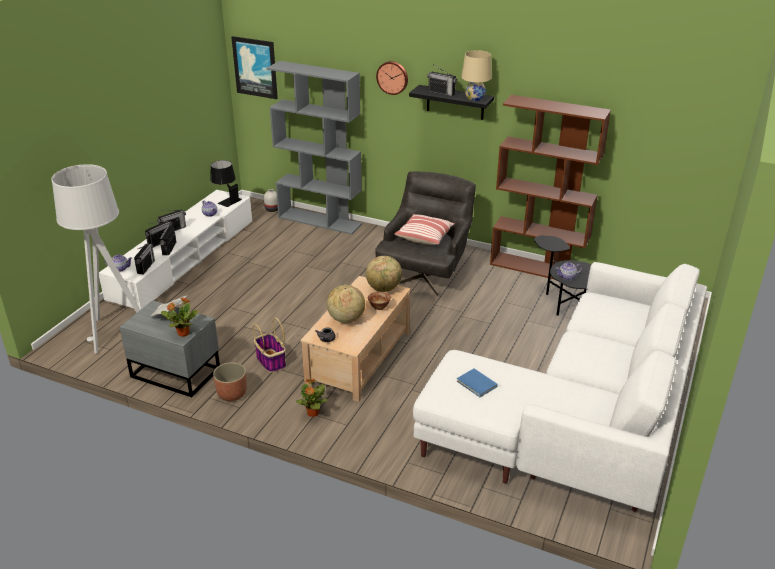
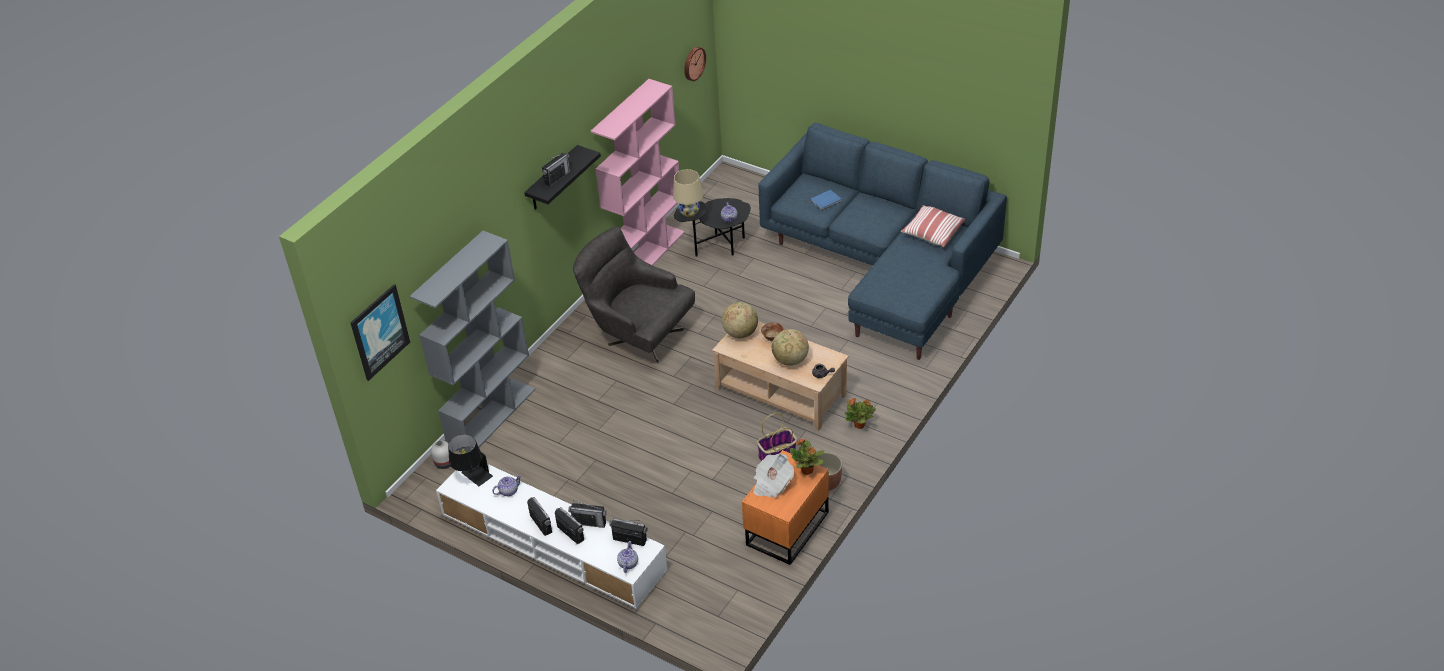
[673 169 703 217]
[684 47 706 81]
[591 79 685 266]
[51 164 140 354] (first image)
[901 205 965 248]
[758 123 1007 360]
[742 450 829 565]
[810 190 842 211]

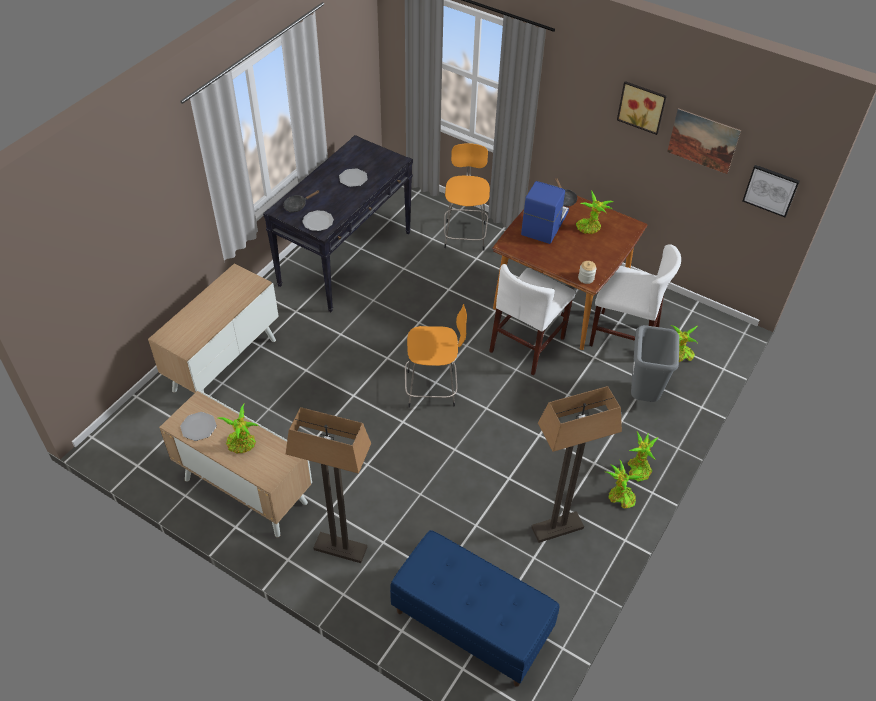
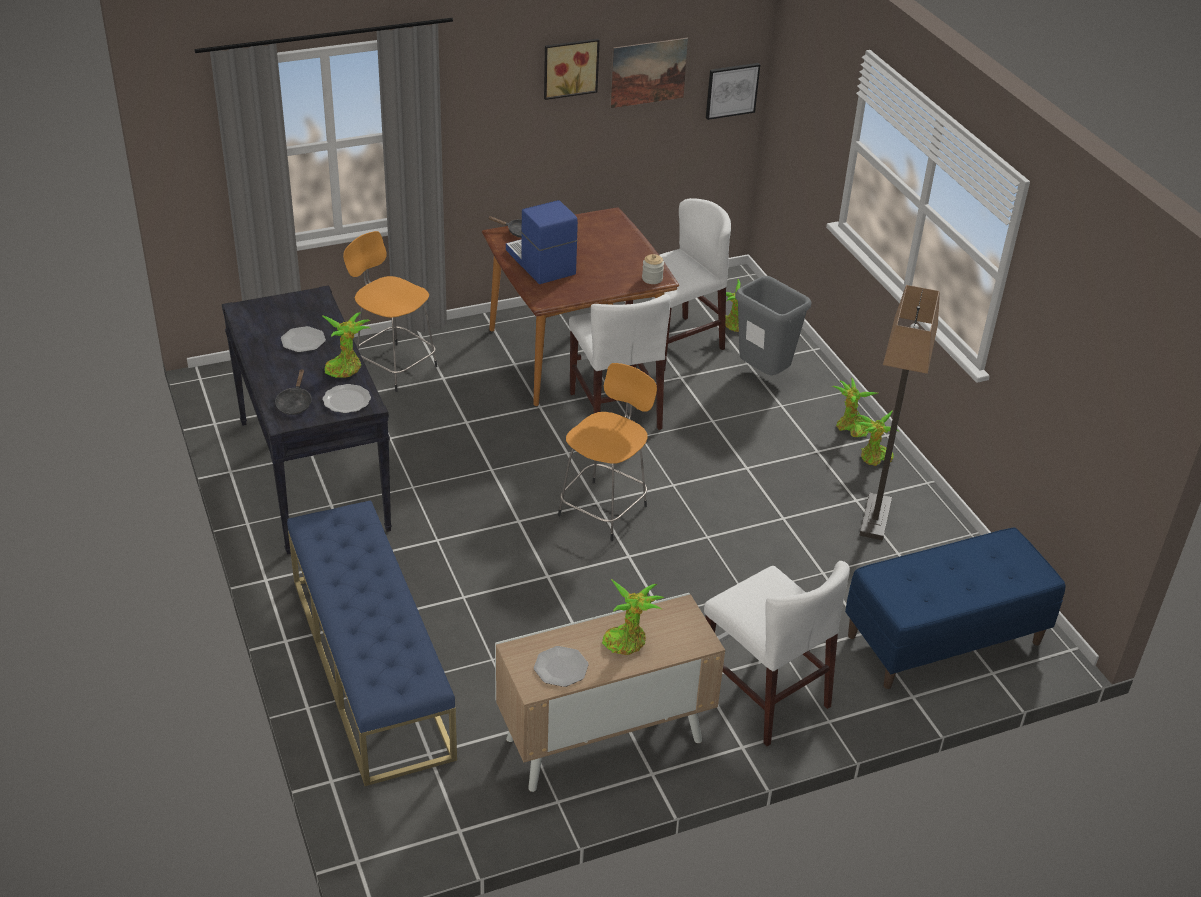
[321 312 372 378]
[287 500 457 786]
[704 561 850 746]

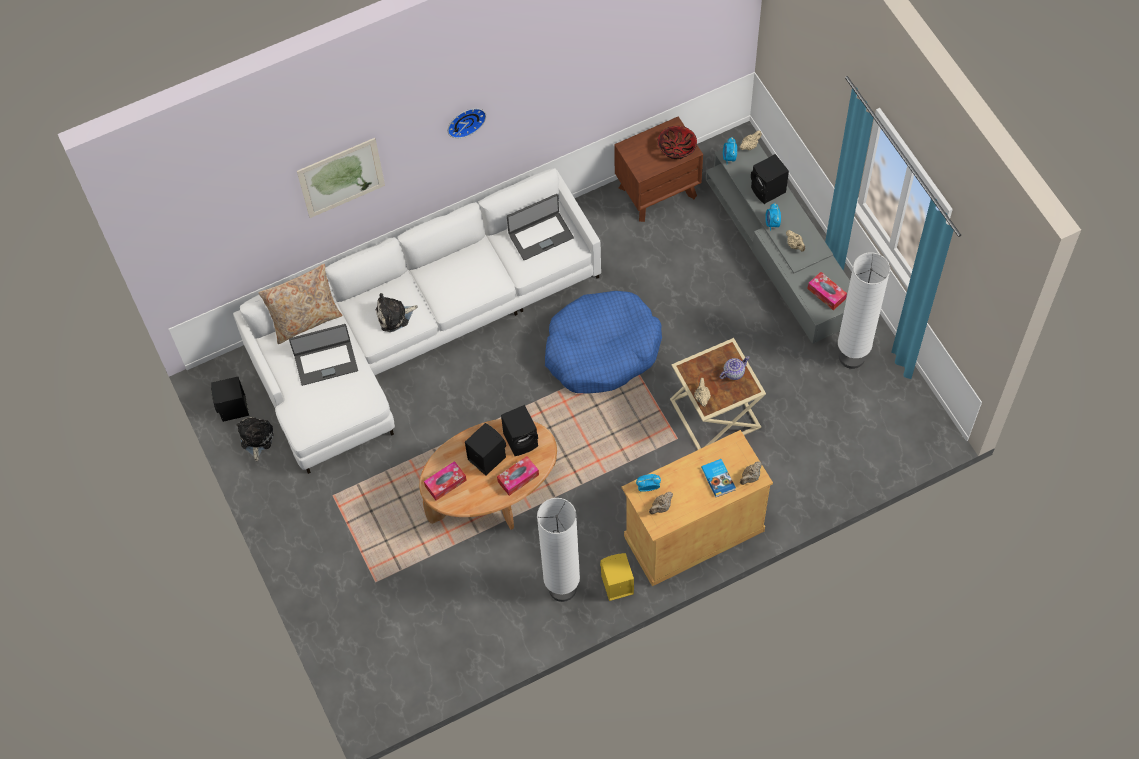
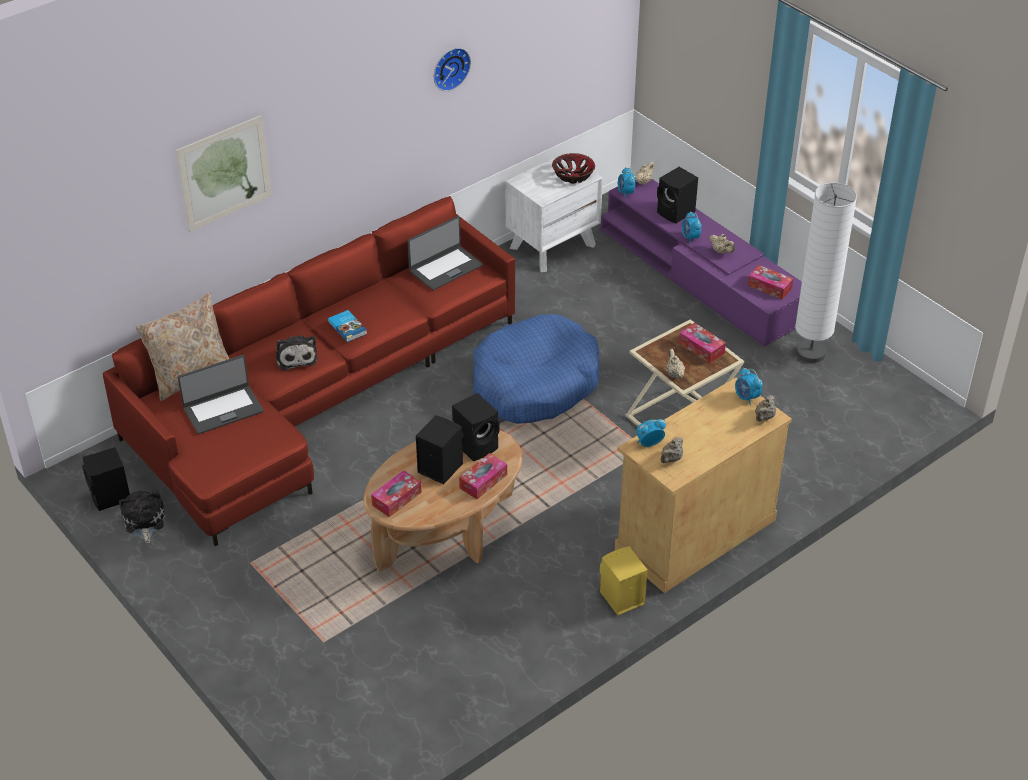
[434 48 471 91]
[505 152 603 272]
[601 179 802 347]
[103 196 515 546]
[276 336 318 371]
[679 323 726 363]
[328 310 367 342]
[537 498 580 602] (first image)
[735 367 763 405]

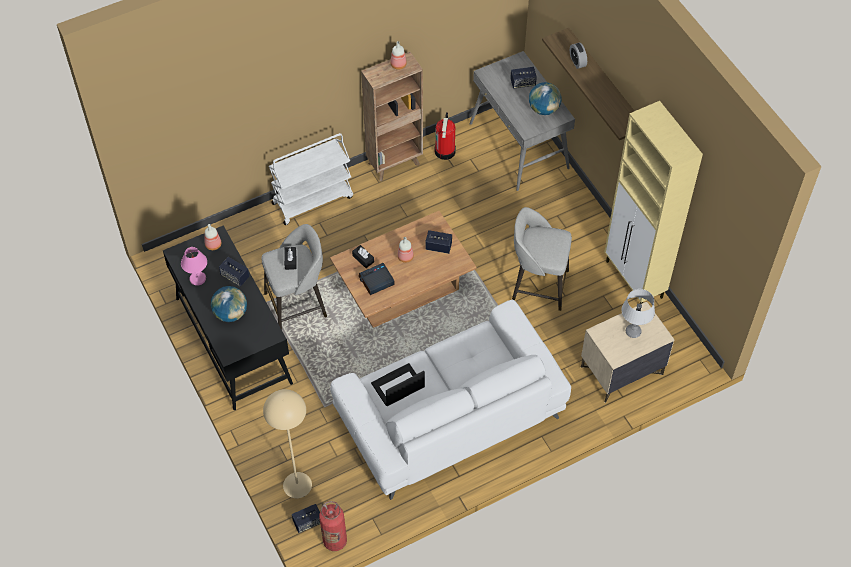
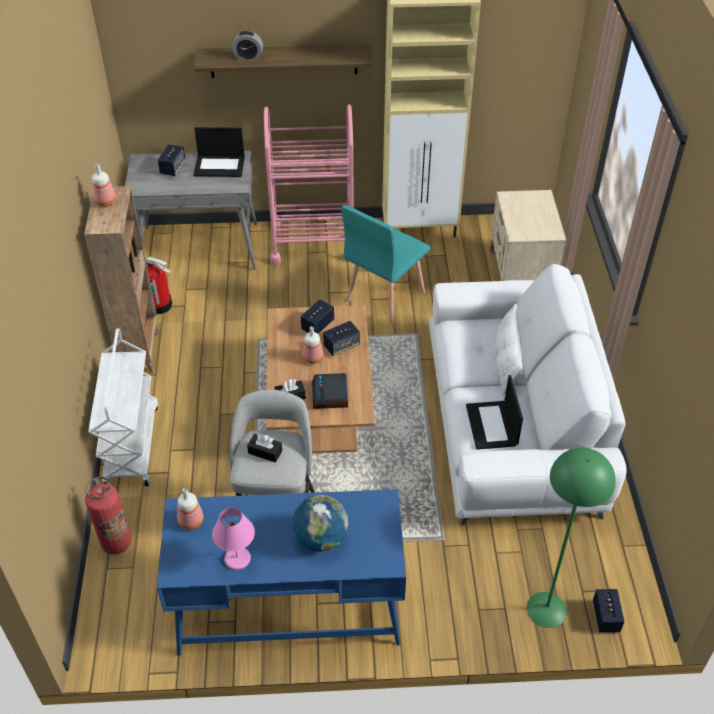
[194 127 245 177]
[341 205 431 324]
[157 489 406 656]
[323 321 360 356]
[622 289 655 338] (first image)
[526 447 616 628]
[85 477 132 555]
[264 104 353 265]
[494 304 523 396]

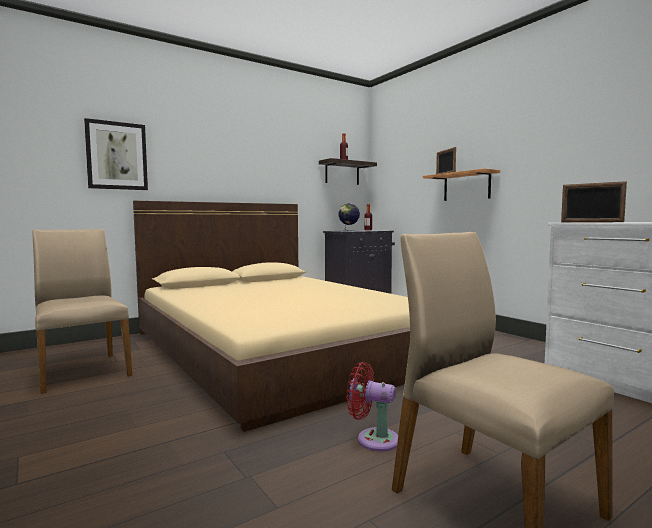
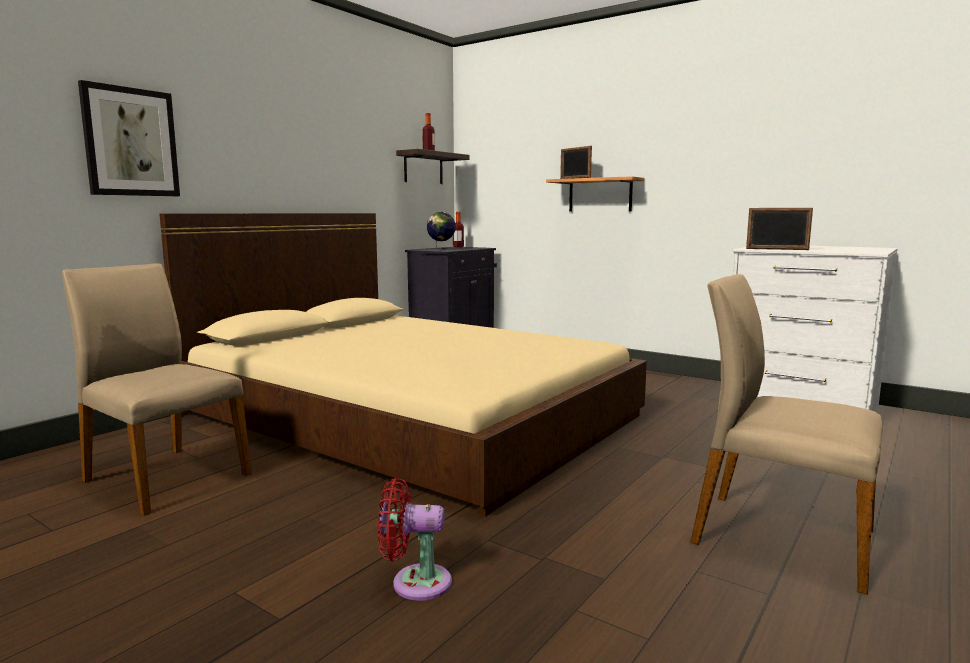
[378 478 452 601]

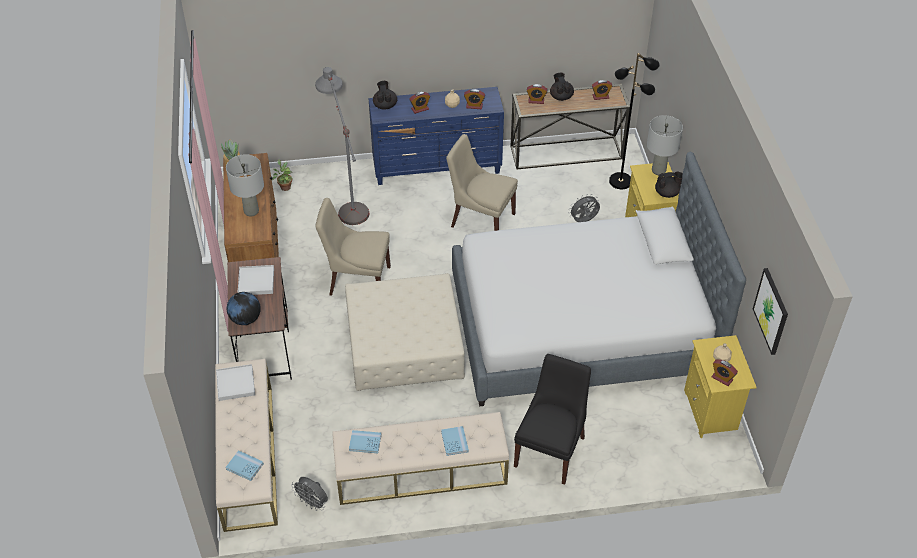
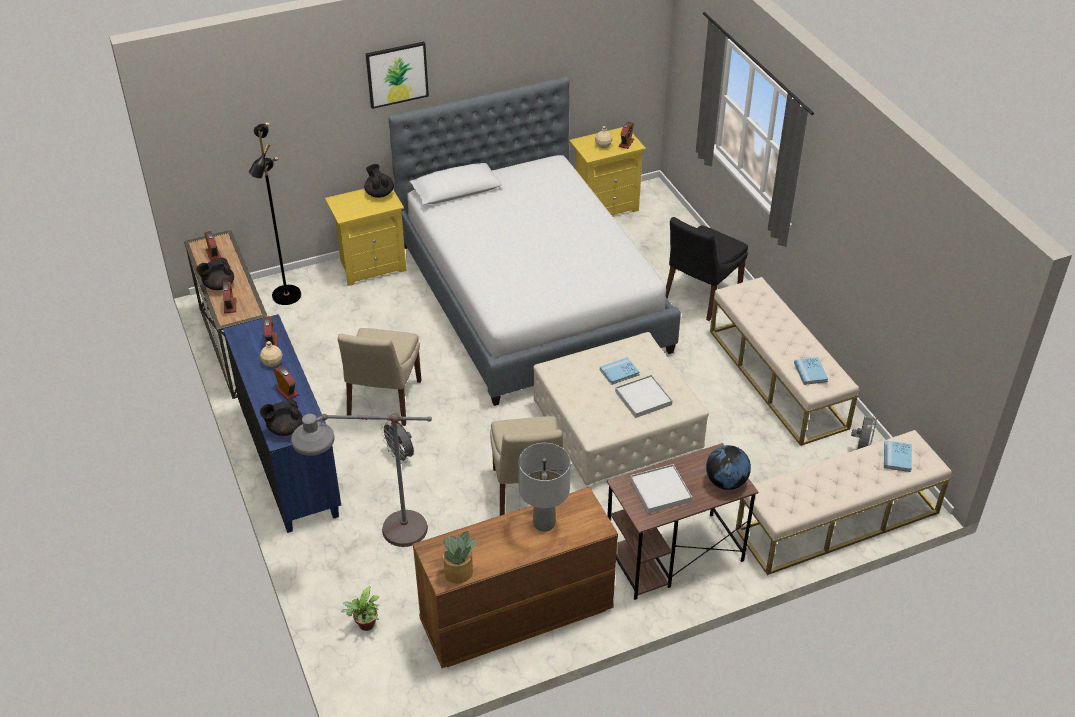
[647 115 683 175] (first image)
[380 422 414 463]
[366 41 429 109]
[665 217 748 321]
[615 375 672 418]
[600 357 640 385]

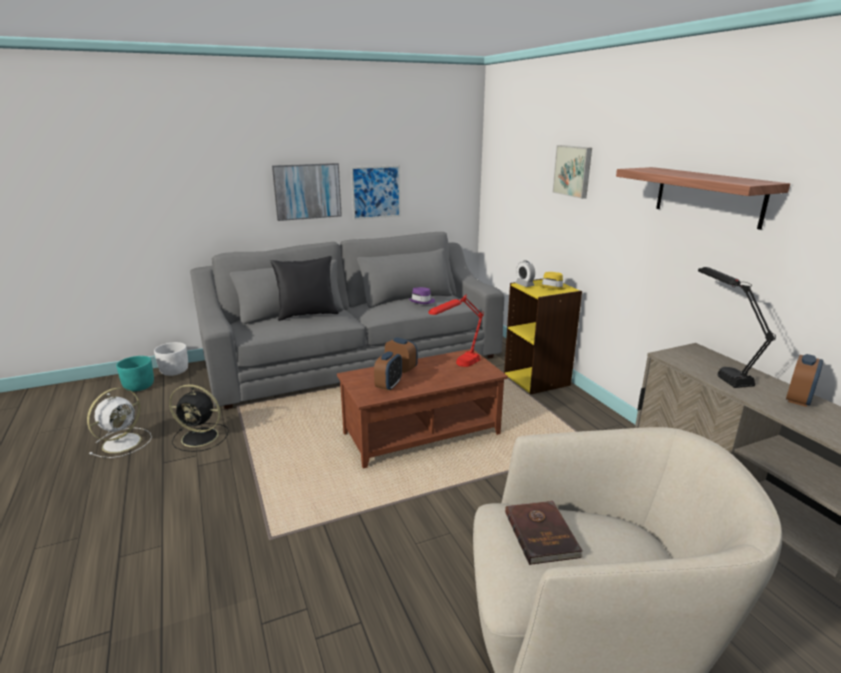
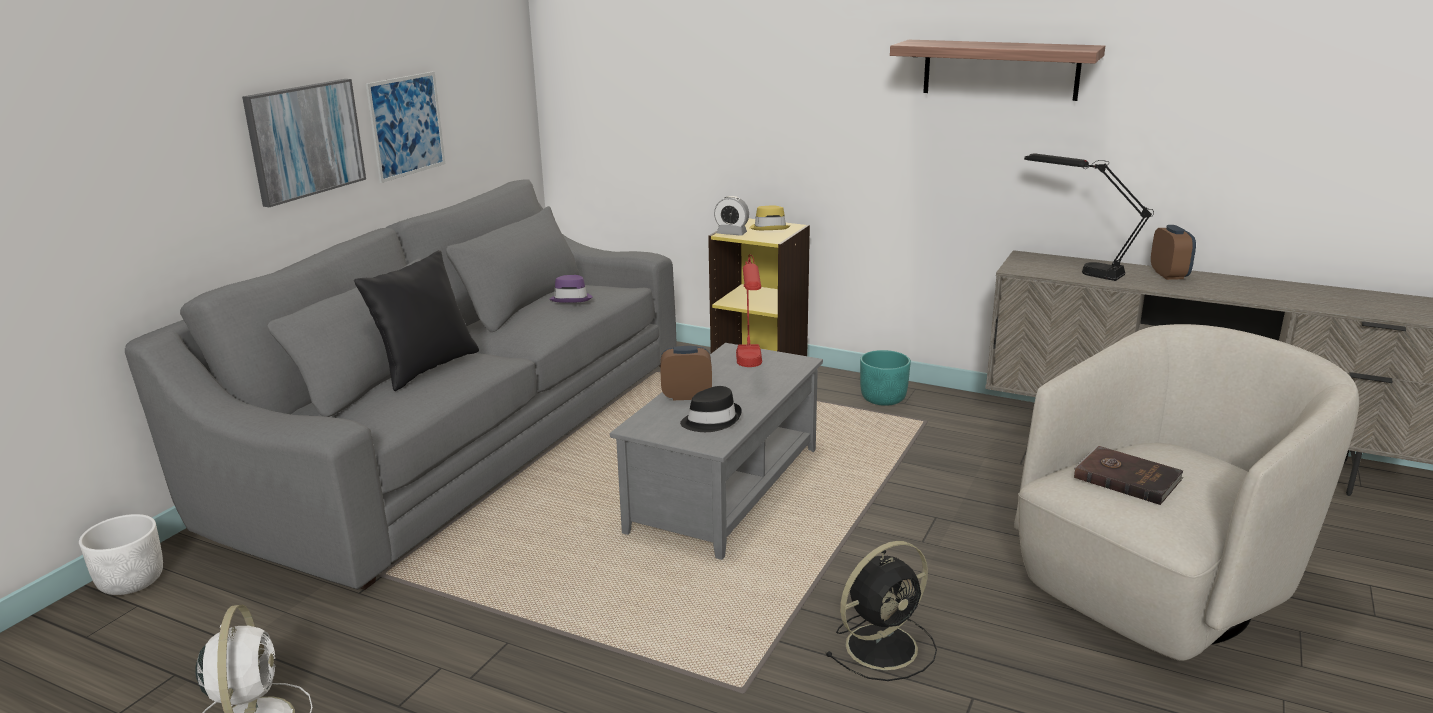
[552 145 592 199] (first image)
[610 343 823 560]
[680 386 742 432]
[860 350 911 406]
[825 541 937 681]

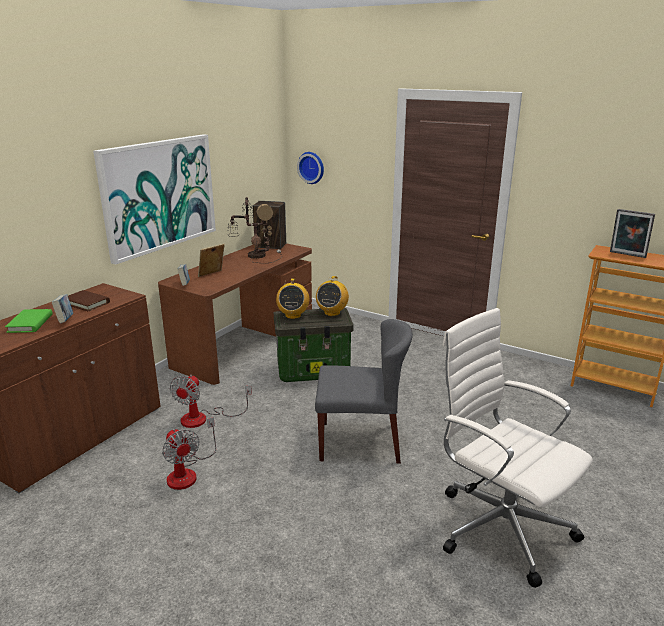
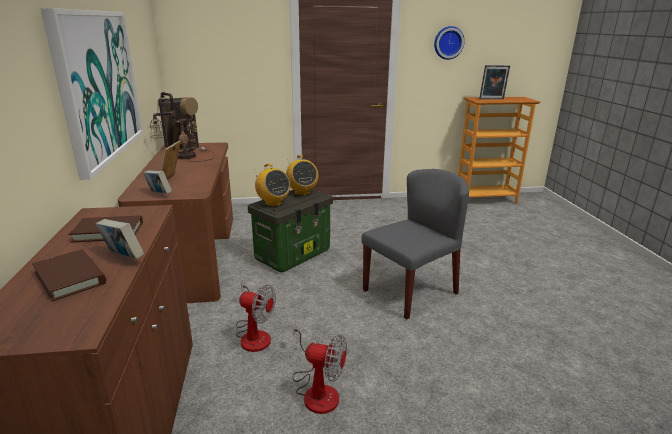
[434 26 465 60]
[442 308 593 588] (first image)
[32 250 106 302]
[236 279 276 352]

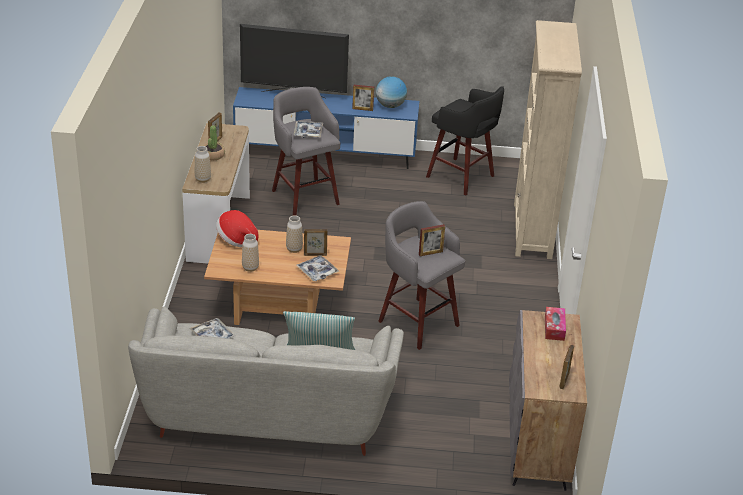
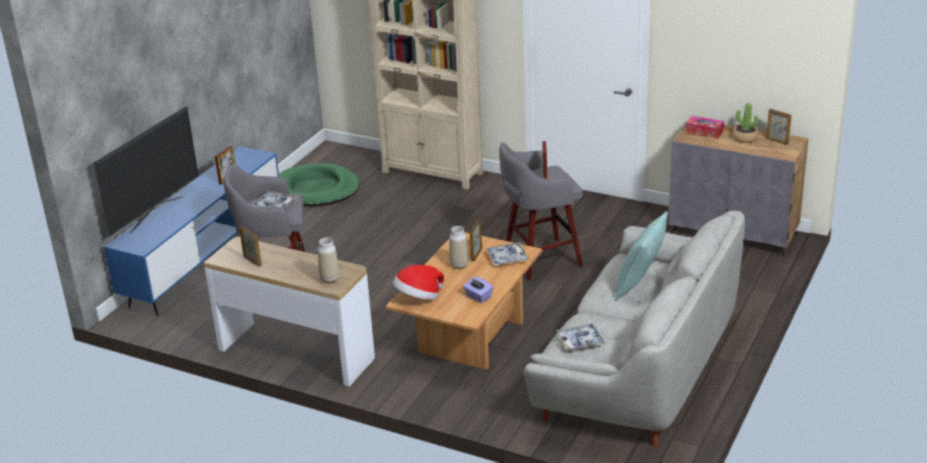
[376 76 407 108] (first image)
[279 163 360 206]
[732 103 759 143]
[463 276 493 303]

